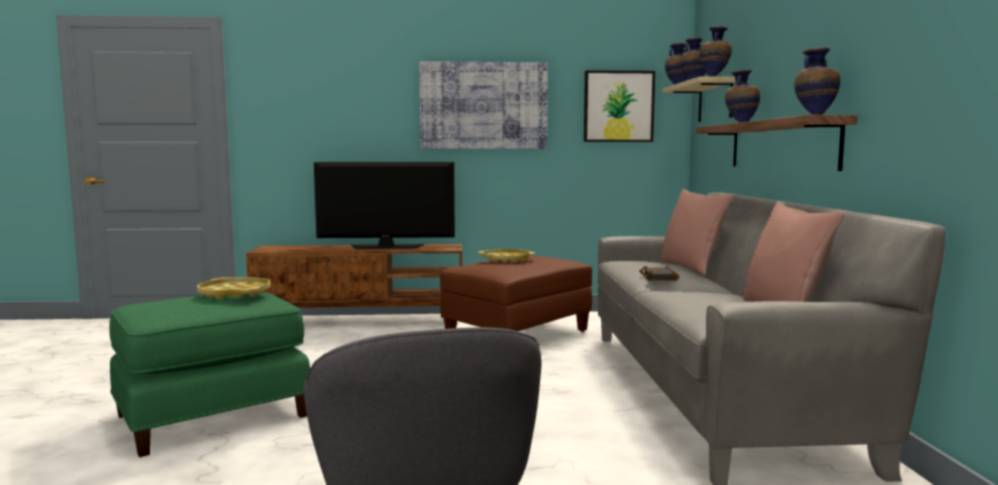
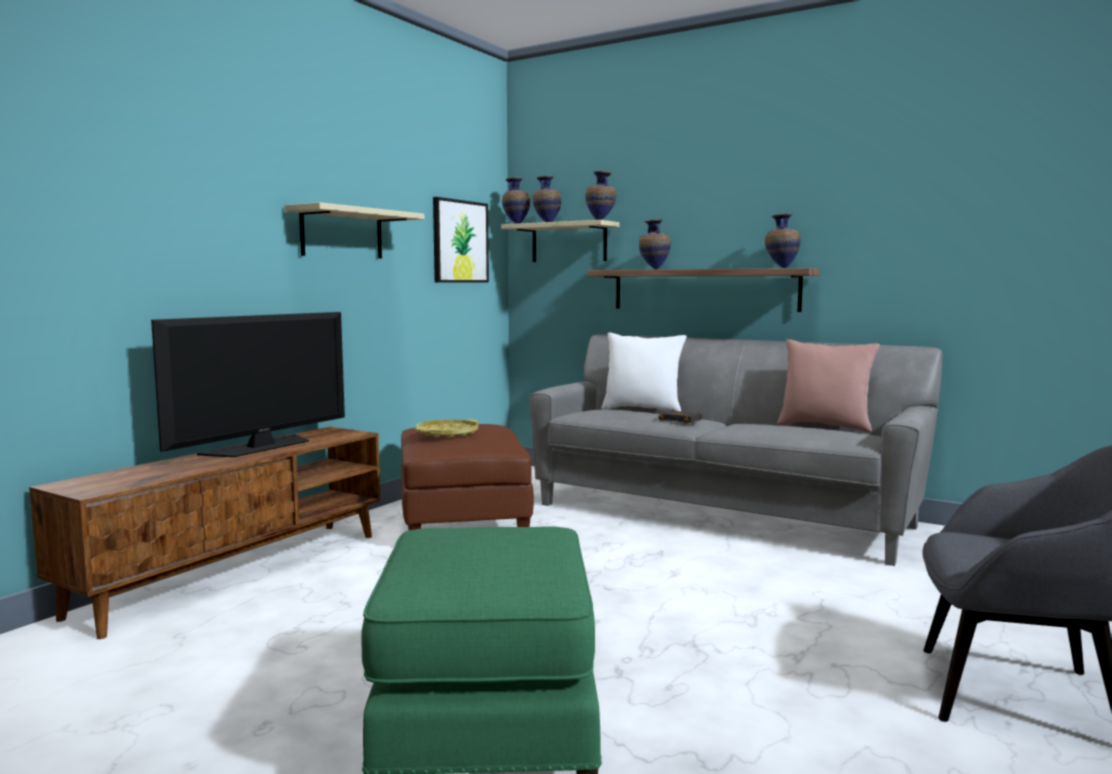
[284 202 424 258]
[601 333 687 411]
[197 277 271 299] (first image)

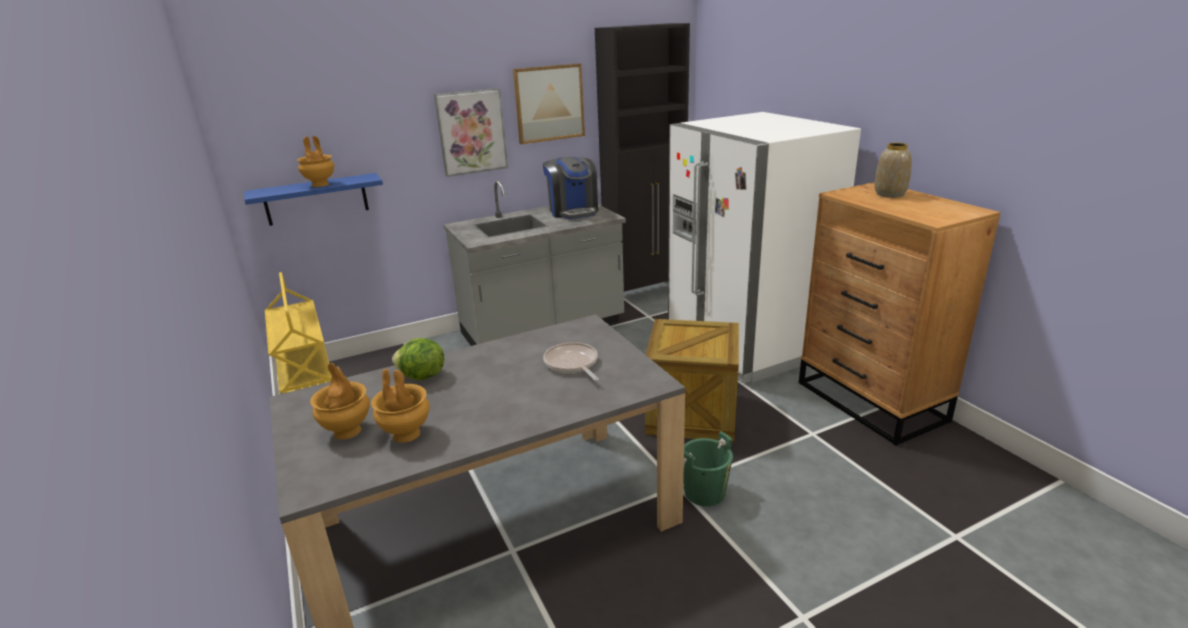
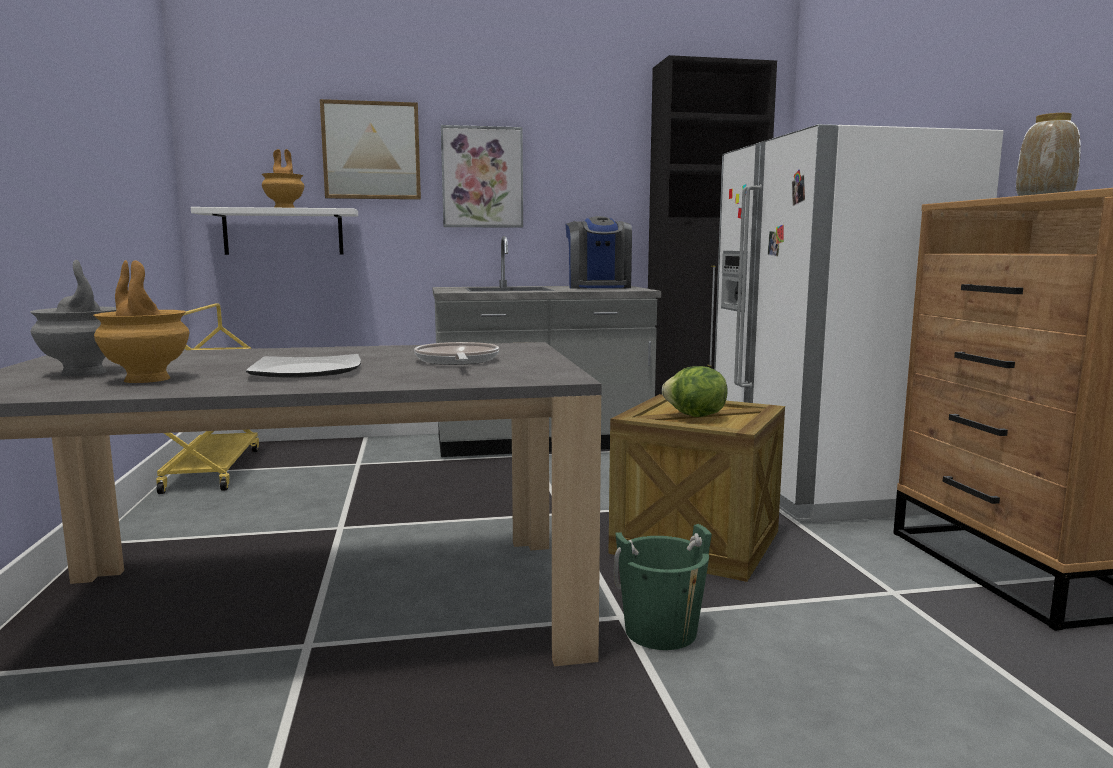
[320 99 421 200]
[191 207 358 255]
[662 366 727 417]
[30 260 116 376]
[246 354 361 377]

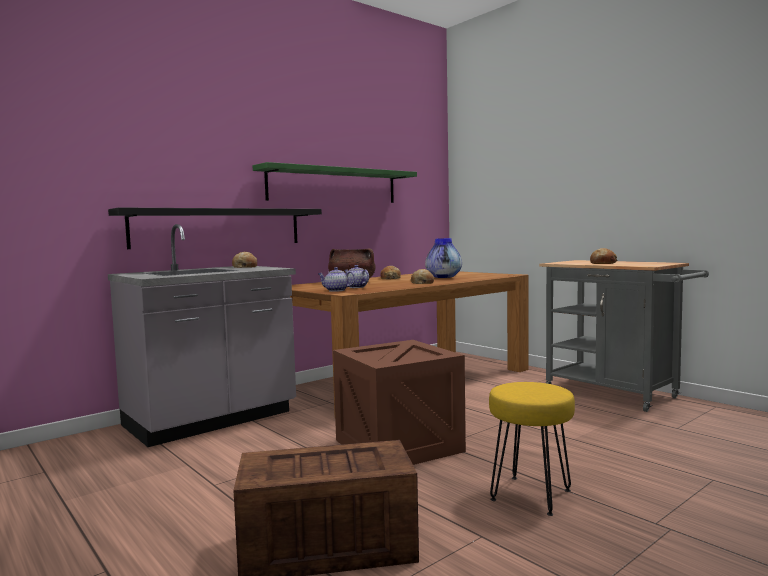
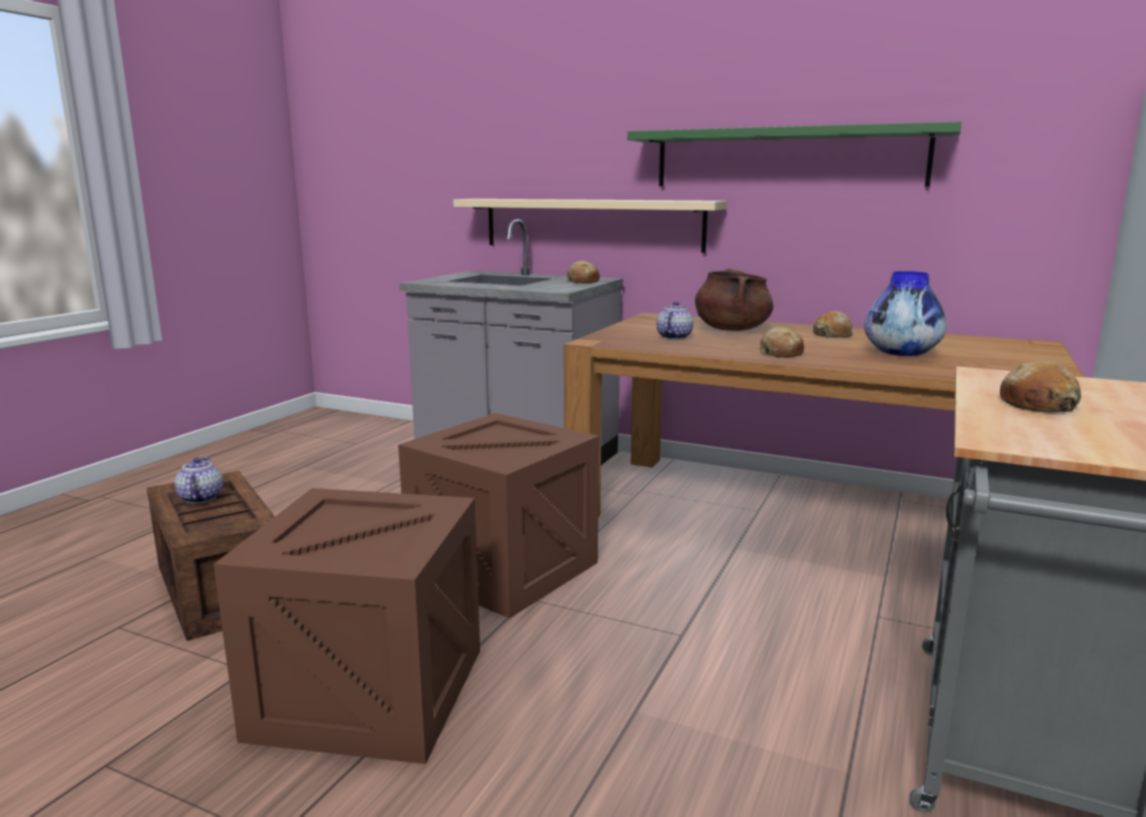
[453 199 727 253]
[175 457 223 504]
[214 488 480 764]

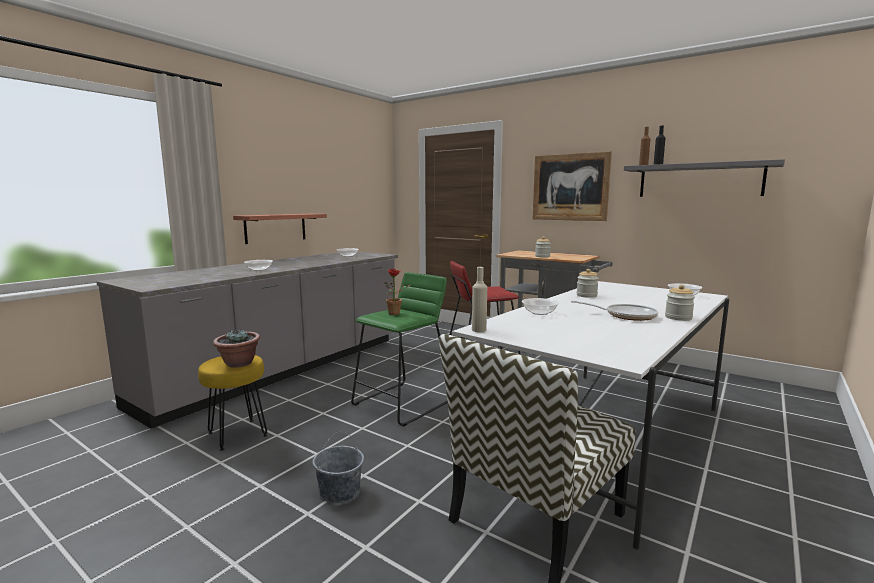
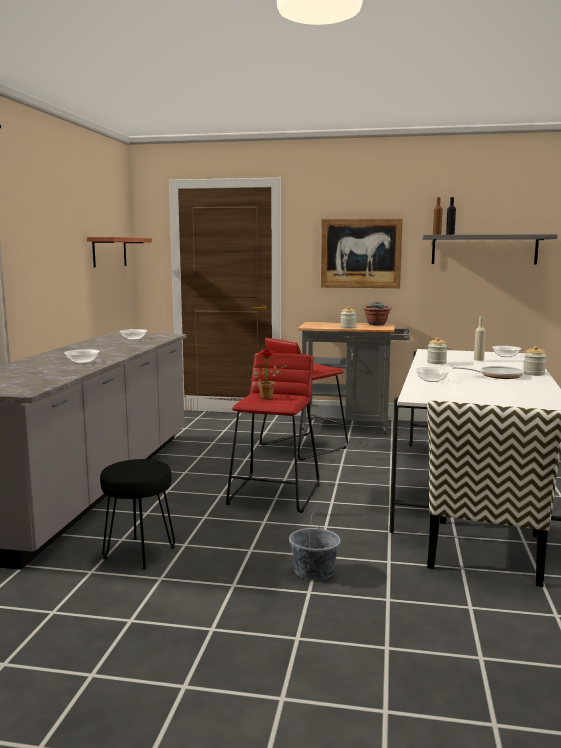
[87 237 152 268]
[474 317 486 361]
[226 353 320 513]
[363 302 392 326]
[100 459 175 570]

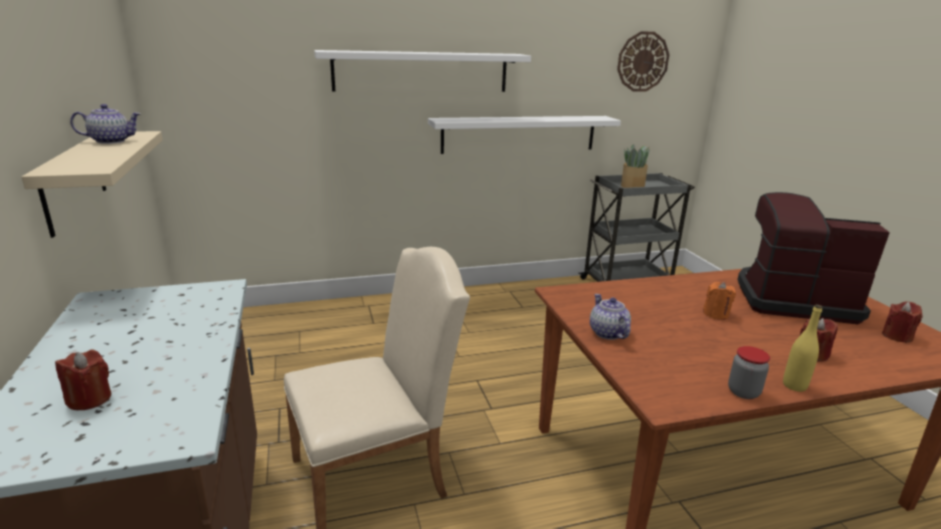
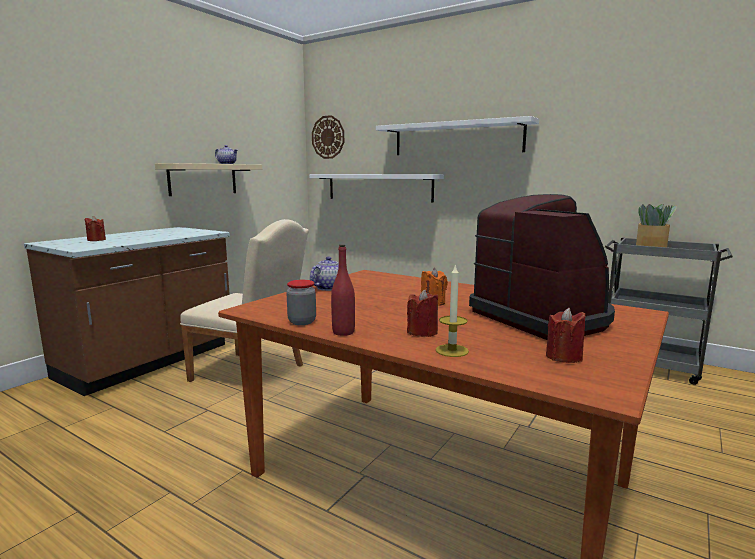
[312 115 344 159]
[309 174 444 203]
[331 244 355 336]
[436 264 469 357]

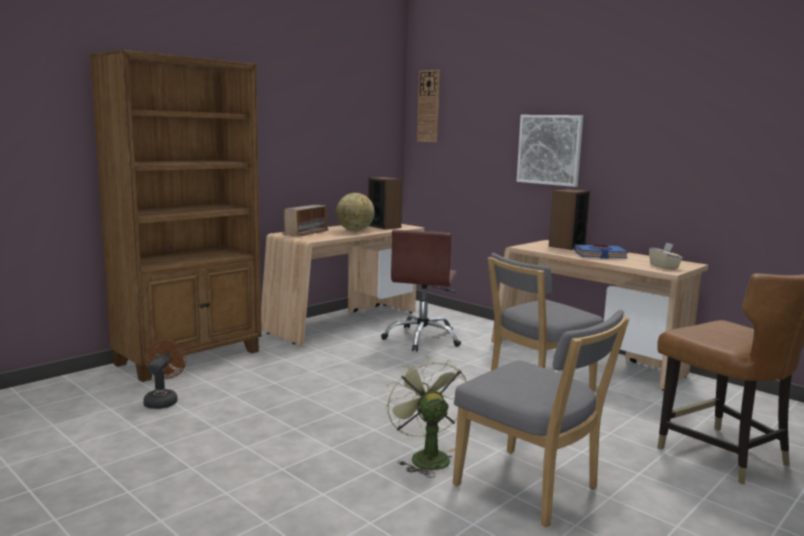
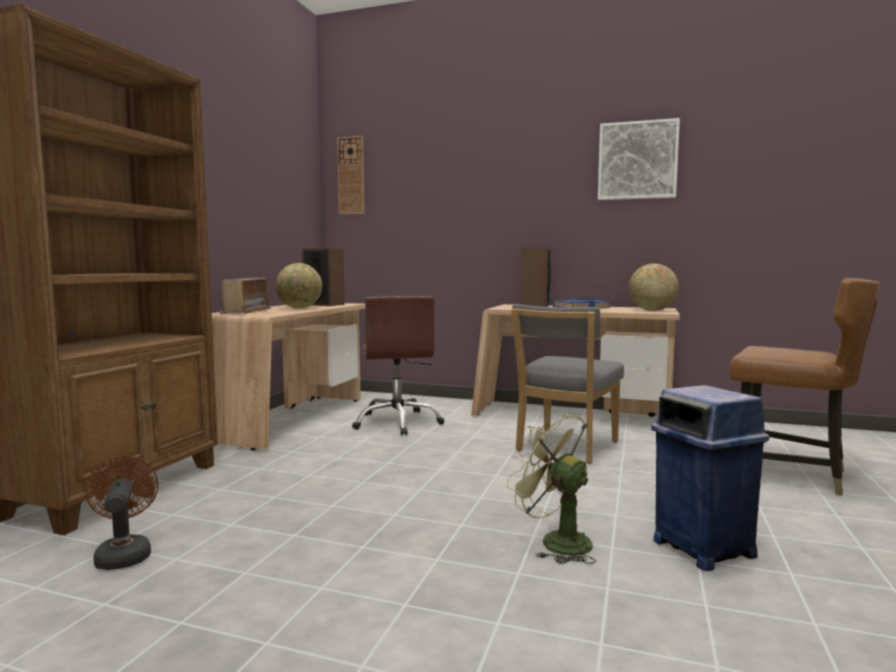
[598 118 680 200]
[629 263 679 311]
[651 385 770 571]

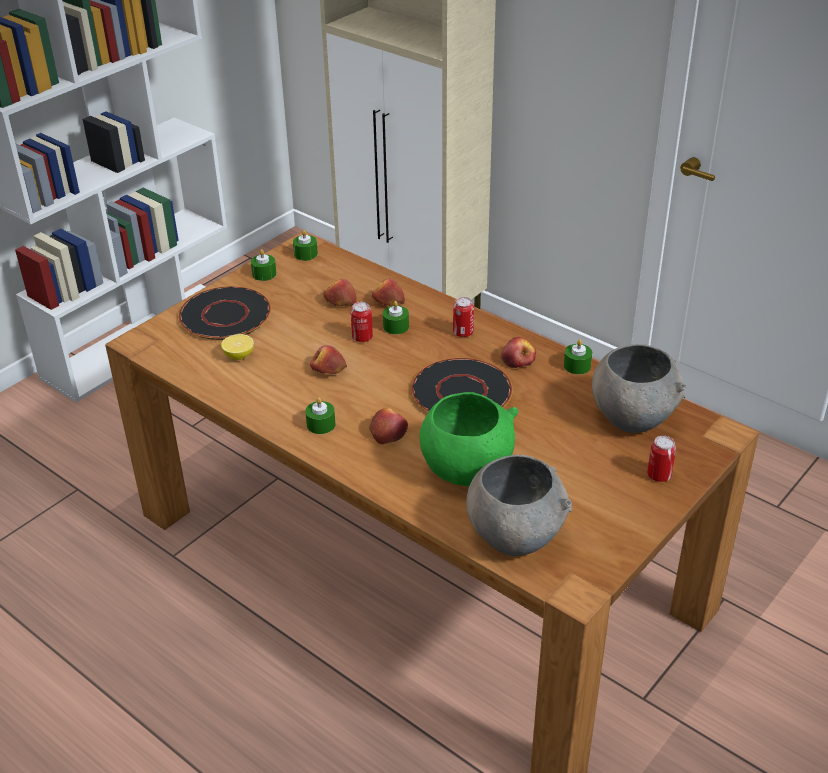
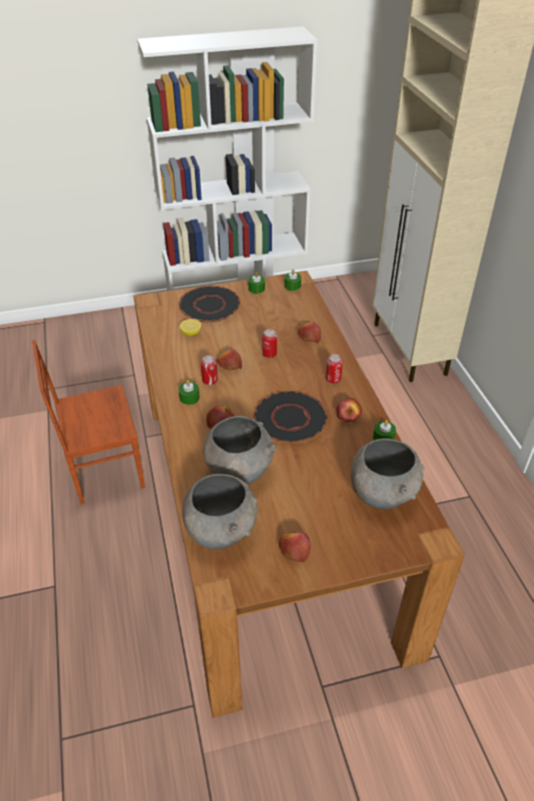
[279 531 310 563]
[383 301 409 334] (first image)
[203 416 276 484]
[201 355 218 385]
[32 340 145 505]

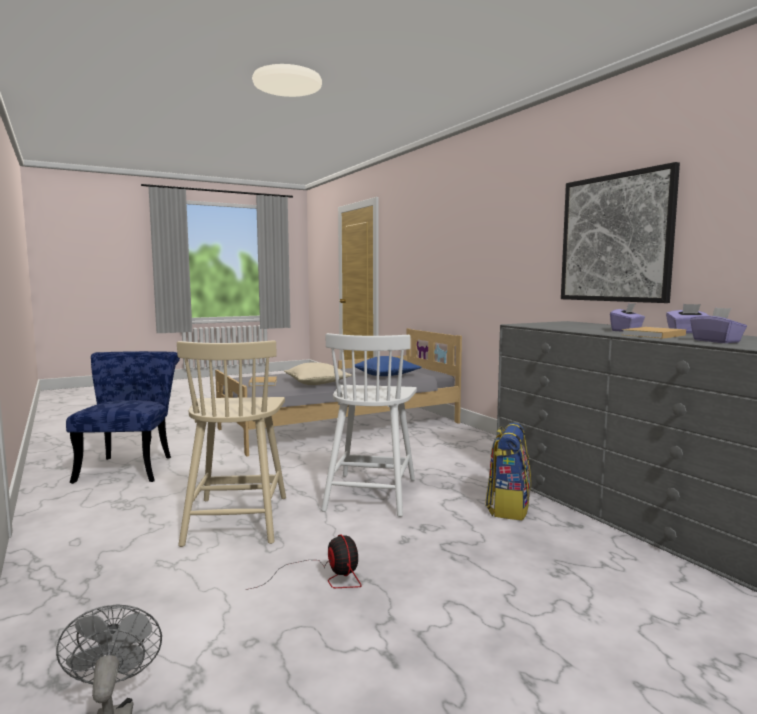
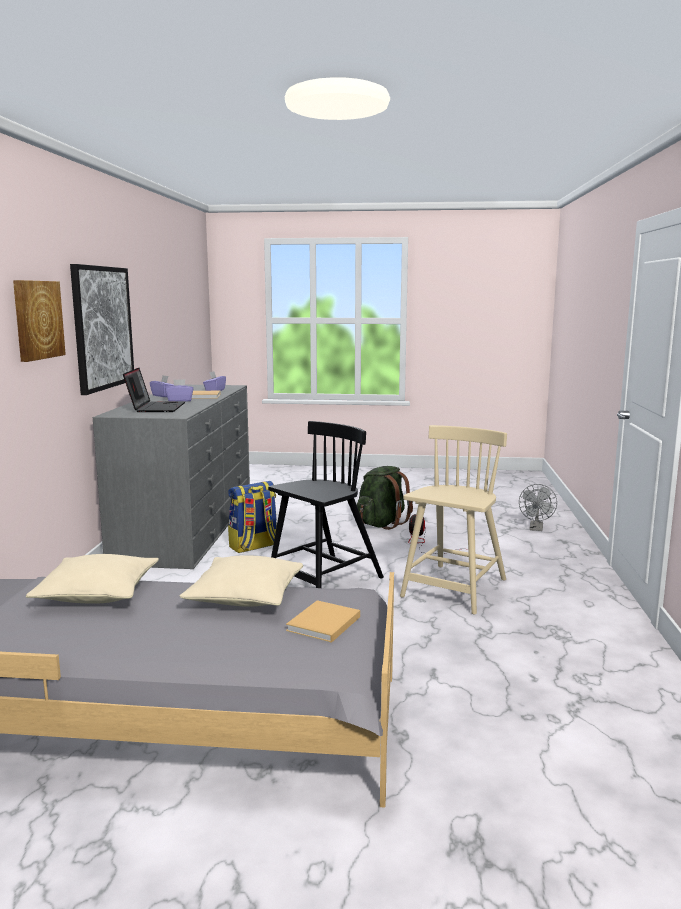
[268 421 384 588]
[66 351 180 484] (first image)
[26 554 159 604]
[13 280 66 362]
[123 368 185 412]
[357 466 413 530]

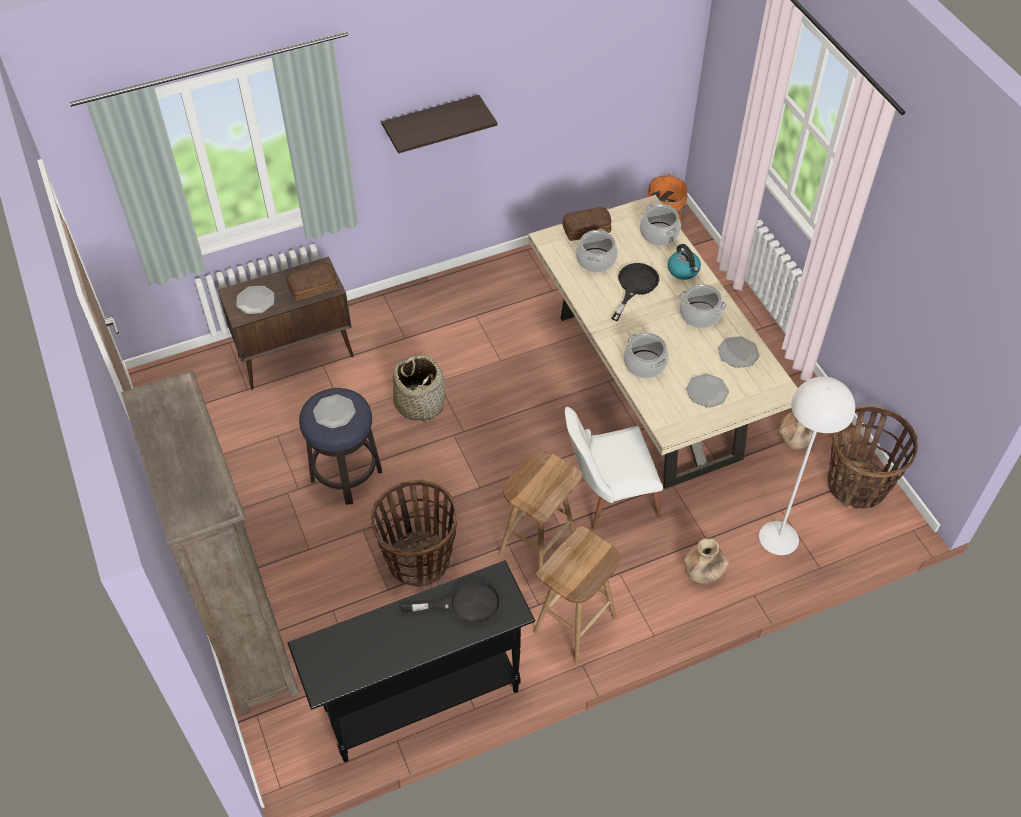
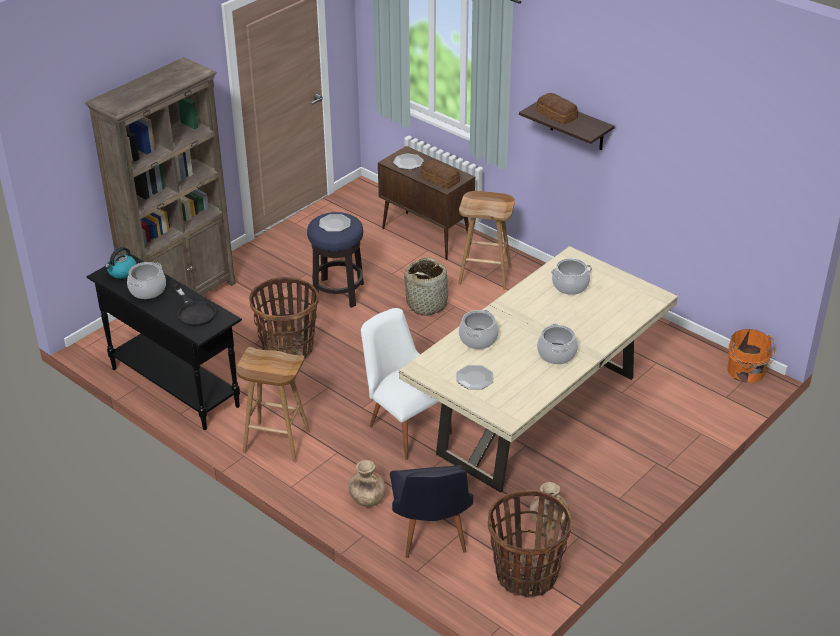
[127 262 166 299]
[536 93 578 125]
[105 247 137 279]
[611 263 659 321] (first image)
[718 336 760 368] (first image)
[390 465 473 558]
[458 191 515 290]

